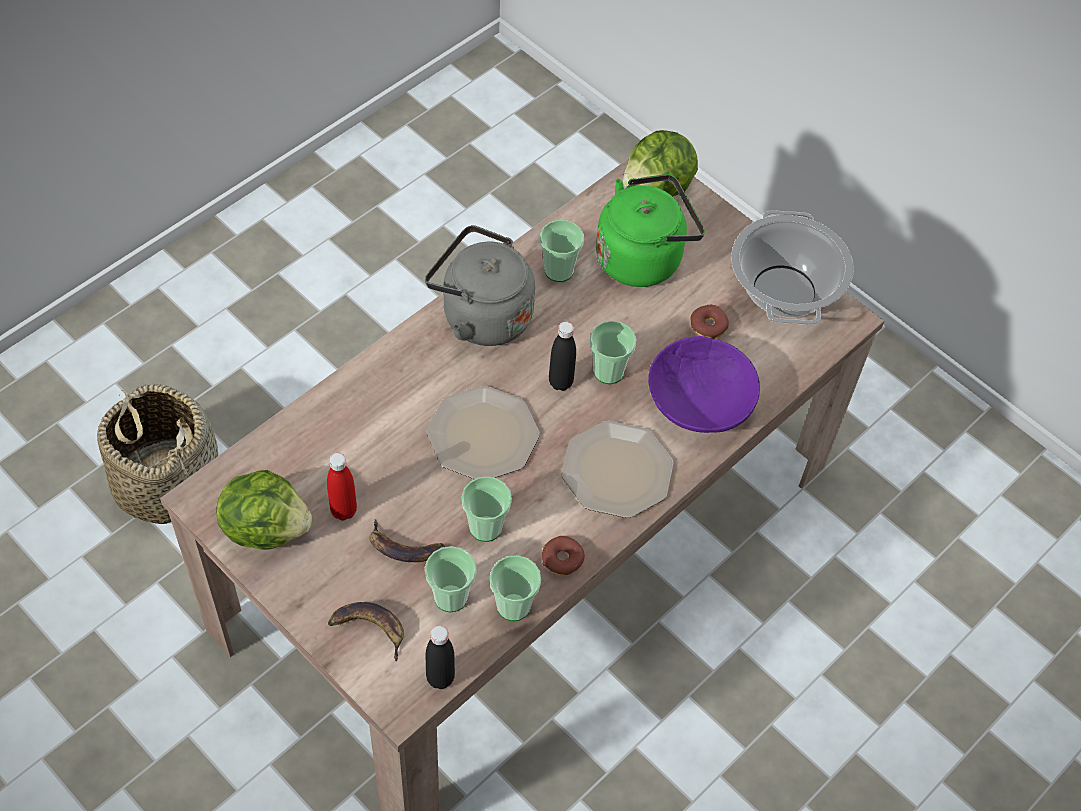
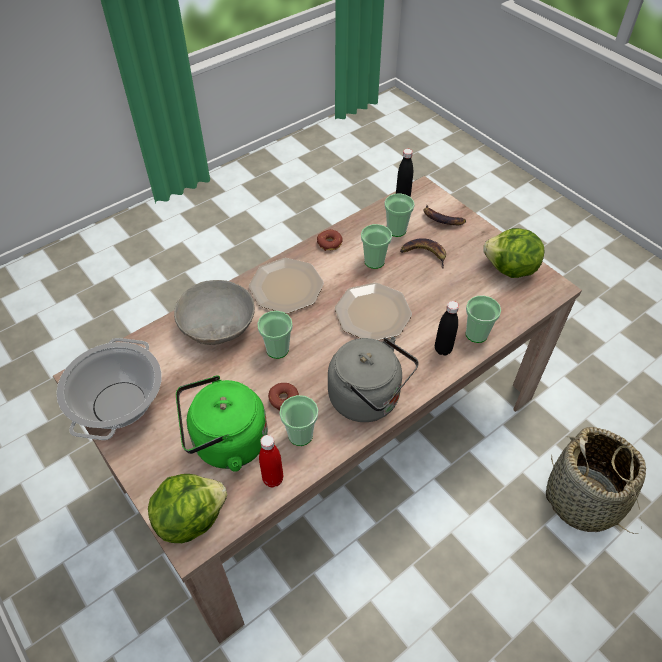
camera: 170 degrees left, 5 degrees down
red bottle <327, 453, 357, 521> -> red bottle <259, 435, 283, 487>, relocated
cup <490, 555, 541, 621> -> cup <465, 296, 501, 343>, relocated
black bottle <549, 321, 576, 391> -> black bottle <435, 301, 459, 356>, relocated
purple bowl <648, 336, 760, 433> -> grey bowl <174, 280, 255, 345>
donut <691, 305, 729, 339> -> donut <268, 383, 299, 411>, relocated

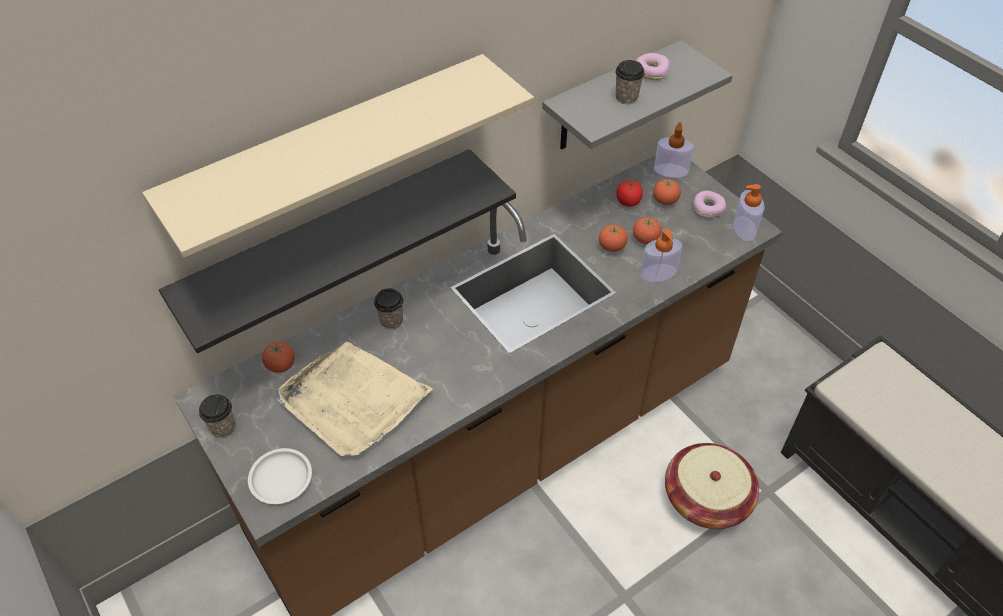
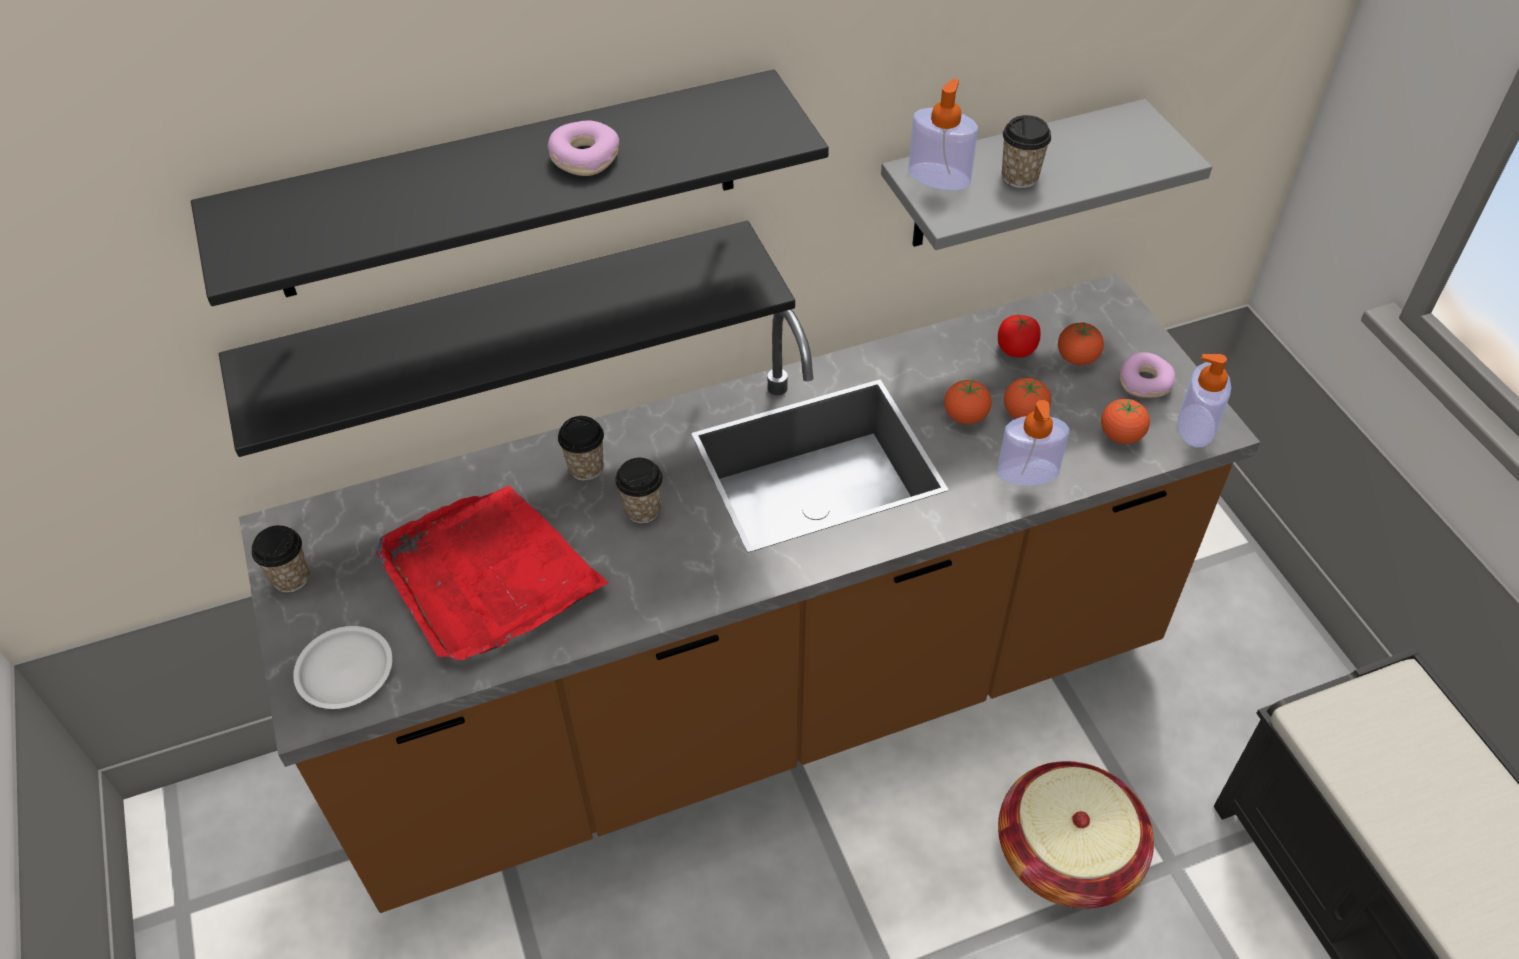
camera: 15 degrees right, 0 degrees up
beige shelf <142, 54, 534, 258> -> black shelf <191, 70, 829, 306>
tomato <262, 342, 295, 373> -> tomato <1101, 398, 1150, 444>, relocated
beige tray <277, 342, 433, 456> -> red tray <376, 486, 608, 660>
donut <636, 53, 670, 80> -> donut <548, 120, 619, 176>, relocated
soap dispenser <654, 122, 694, 178> -> soap dispenser <908, 79, 978, 190>, relocated
none -> cup <615, 458, 663, 523>

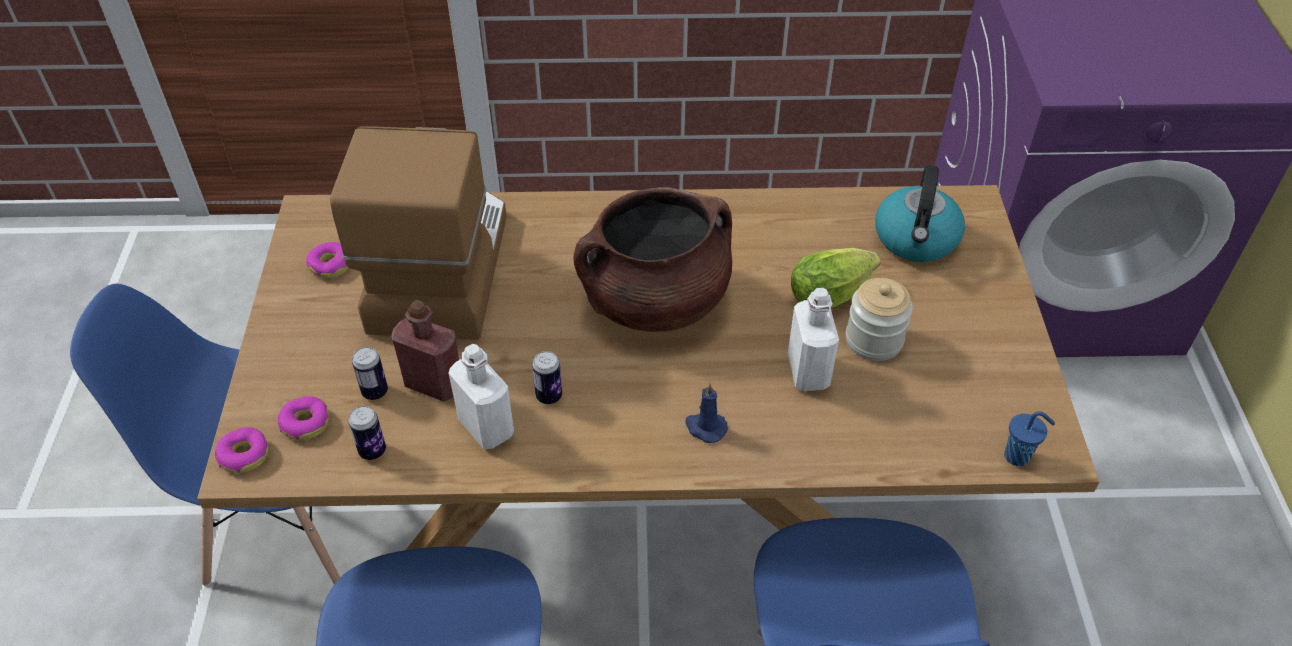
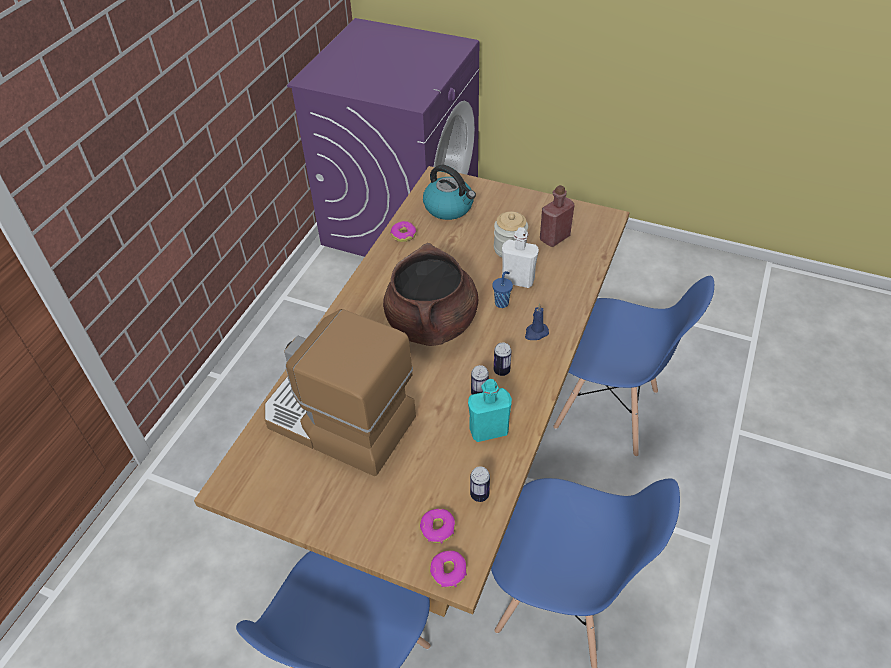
camera: 65 degrees left, 0 degrees up
donut <306, 242, 348, 278> -> donut <391, 221, 416, 242>, relocated
can <352, 347, 388, 400> -> can <494, 342, 511, 376>, relocated
red bottle <391, 300, 459, 402> -> red bottle <540, 185, 574, 247>, relocated
white bottle <449, 344, 514, 449> -> turquoise bottle <468, 379, 512, 442>
lettuce <791, 248, 881, 308> -> none
blue cup <1004, 411, 1055, 466> -> blue cup <493, 271, 513, 308>, relocated

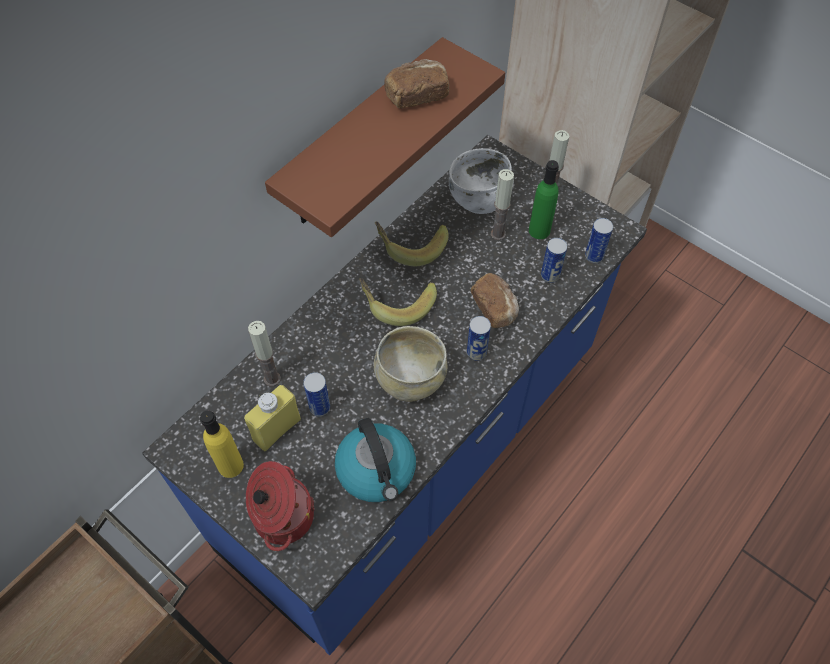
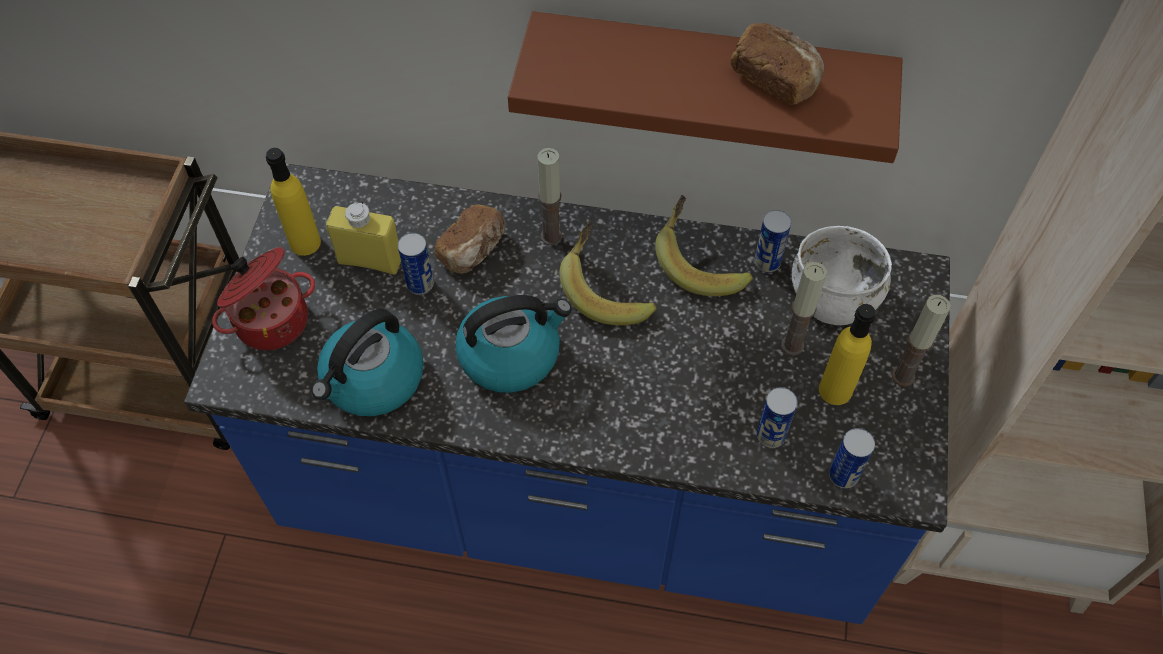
camera: 60 degrees right, 0 degrees up
candle <248, 321, 281, 386> -> candle <537, 148, 562, 245>, relocated
beige bowl <374, 326, 447, 402> -> kettle <455, 295, 572, 393>
can <467, 316, 491, 361> -> can <754, 210, 791, 273>, relocated
bread <471, 273, 519, 328> -> bread <435, 204, 505, 273>, relocated
green bottle <529, 160, 559, 239> -> yellow bottle <819, 304, 876, 405>

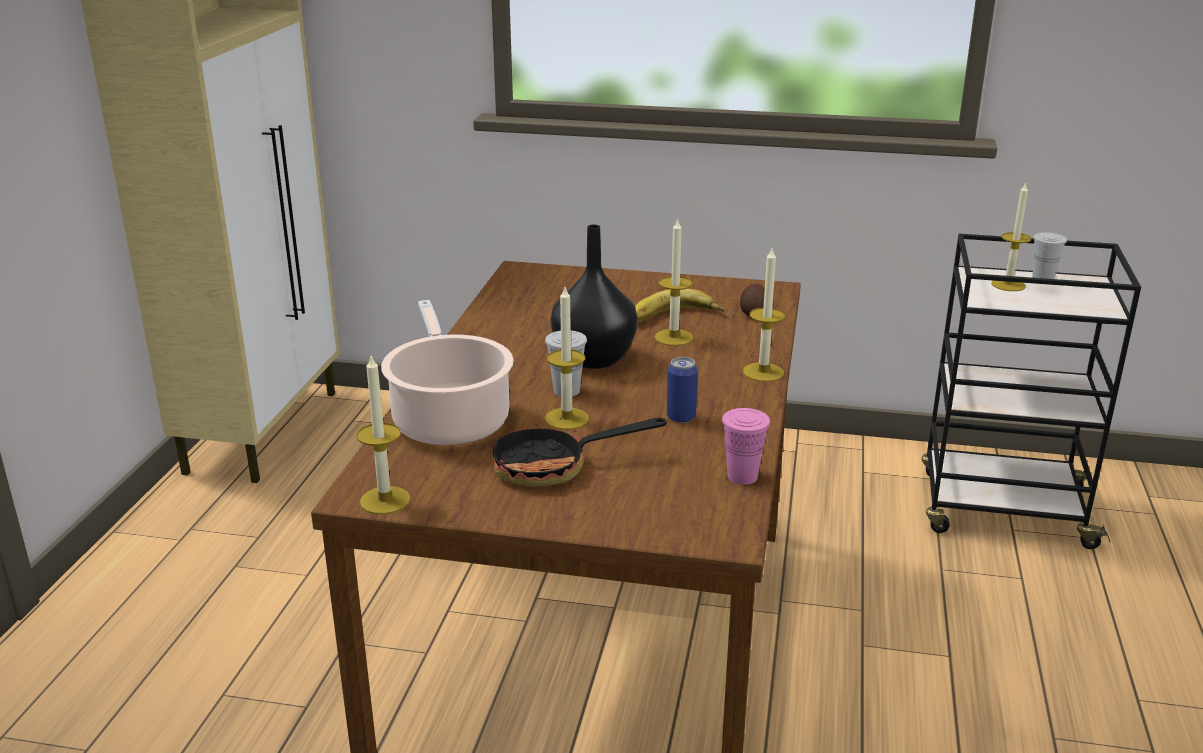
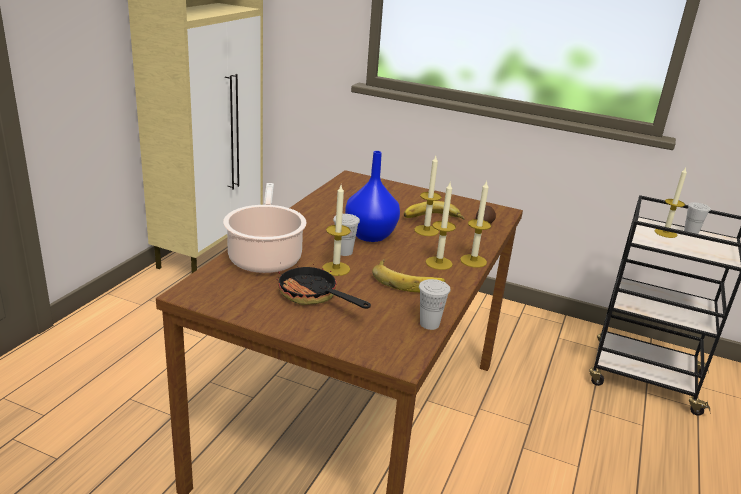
camera: 10 degrees right, 0 degrees up
candle <356, 356, 411, 514> -> candle <426, 183, 456, 270>, relocated
frying pan <493, 409, 667, 487> -> frying pan <276, 264, 371, 309>, 45 degrees clockwise
black vase <550, 225, 637, 369> -> blue vase <345, 151, 400, 242>
can <667, 357, 698, 423> -> banana <372, 259, 445, 292>
pink cup <722, 408, 770, 485> -> white cup <419, 279, 450, 330>

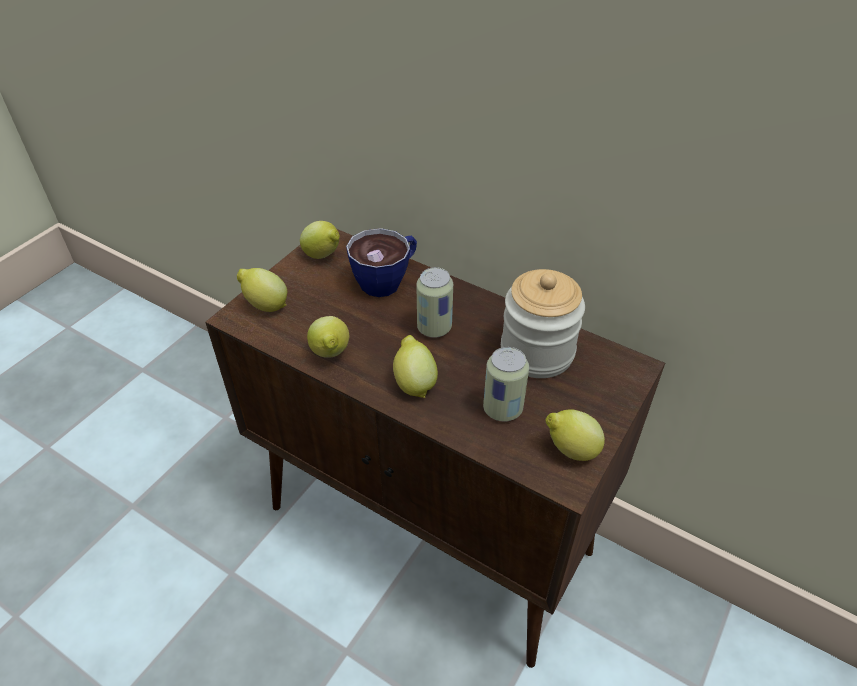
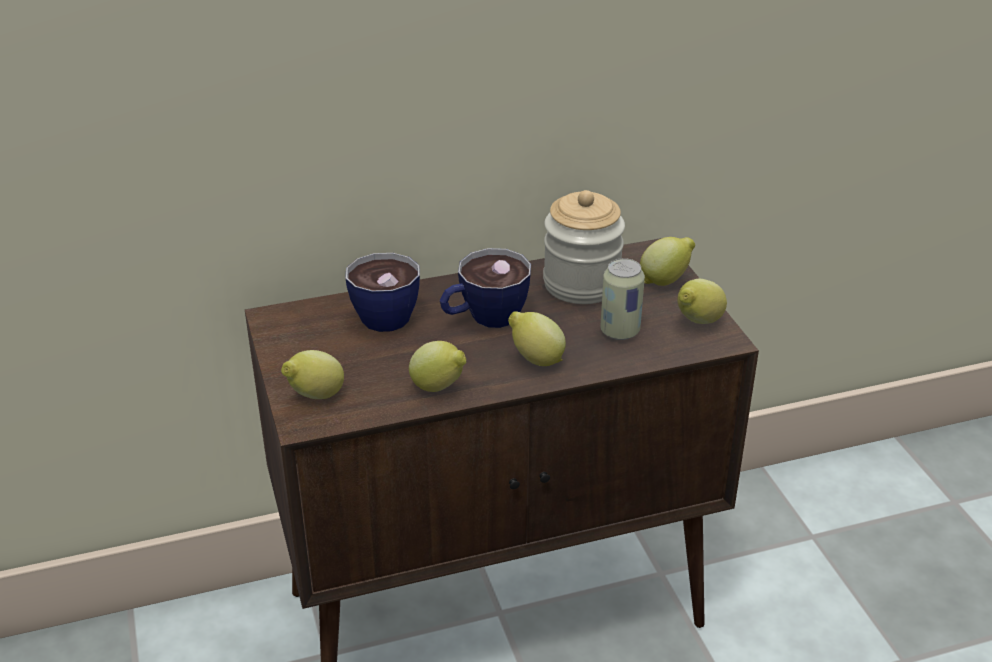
camera: 50 degrees left, 10 degrees down
lemon <300, 221, 340, 259> -> lemon <640, 237, 695, 286>, relocated
can <416, 267, 453, 338> -> cup <440, 248, 531, 328>

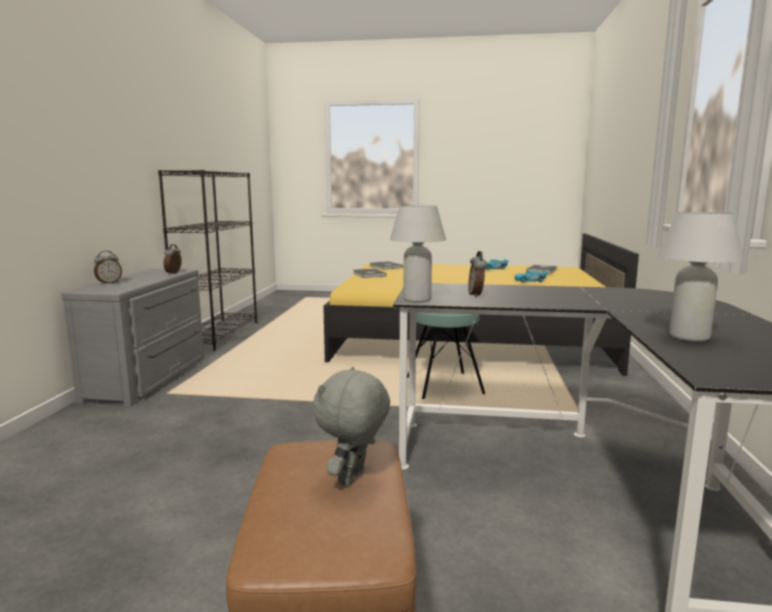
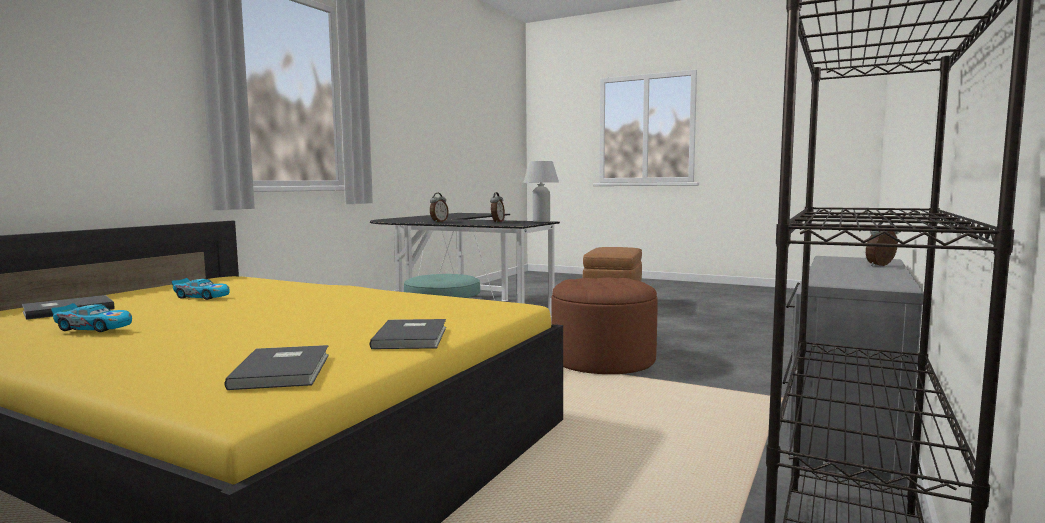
camera: 160 degrees left, 5 degrees down
alarm clock <163, 244, 182, 275> -> alarm clock <430, 193, 448, 222>, relocated
grey plush toy <313, 367, 390, 487> -> none
white table lamp <657, 212, 744, 342> -> none
none -> brown ottoman <551, 278, 658, 374>

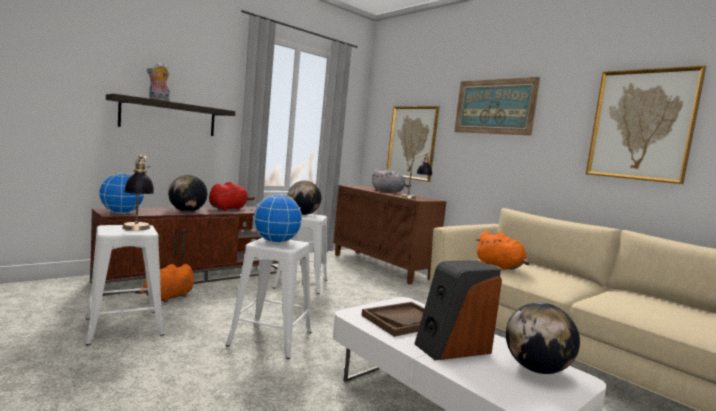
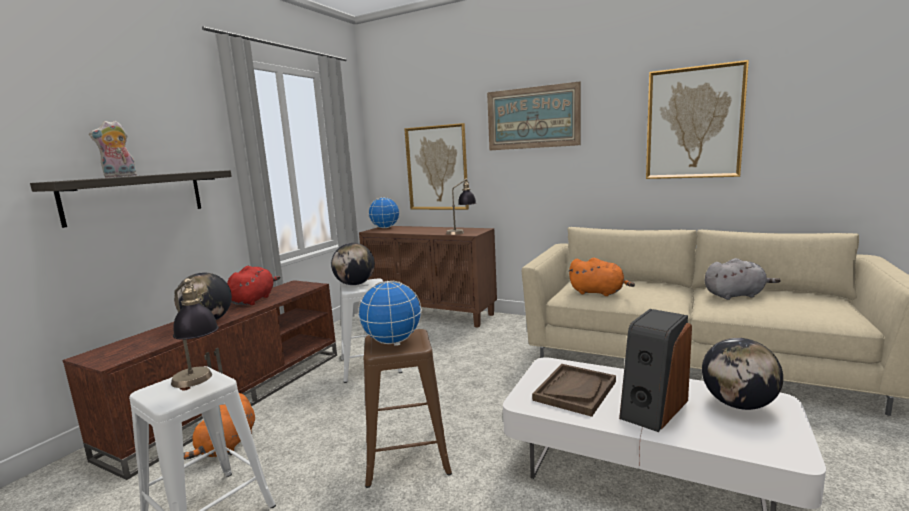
camera: 20 degrees left, 5 degrees up
globe <98, 173, 145, 214> -> globe <368, 197, 400, 228>, relocated
white stool <226, 238, 312, 359> -> brown stool <363, 329, 452, 488>
grey plush toy <372, 168, 411, 193> -> grey plush toy <705, 258, 781, 300>, relocated

